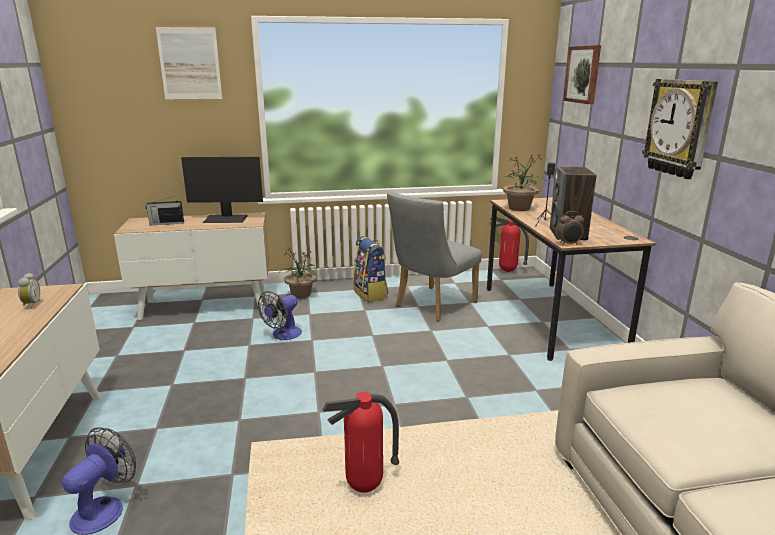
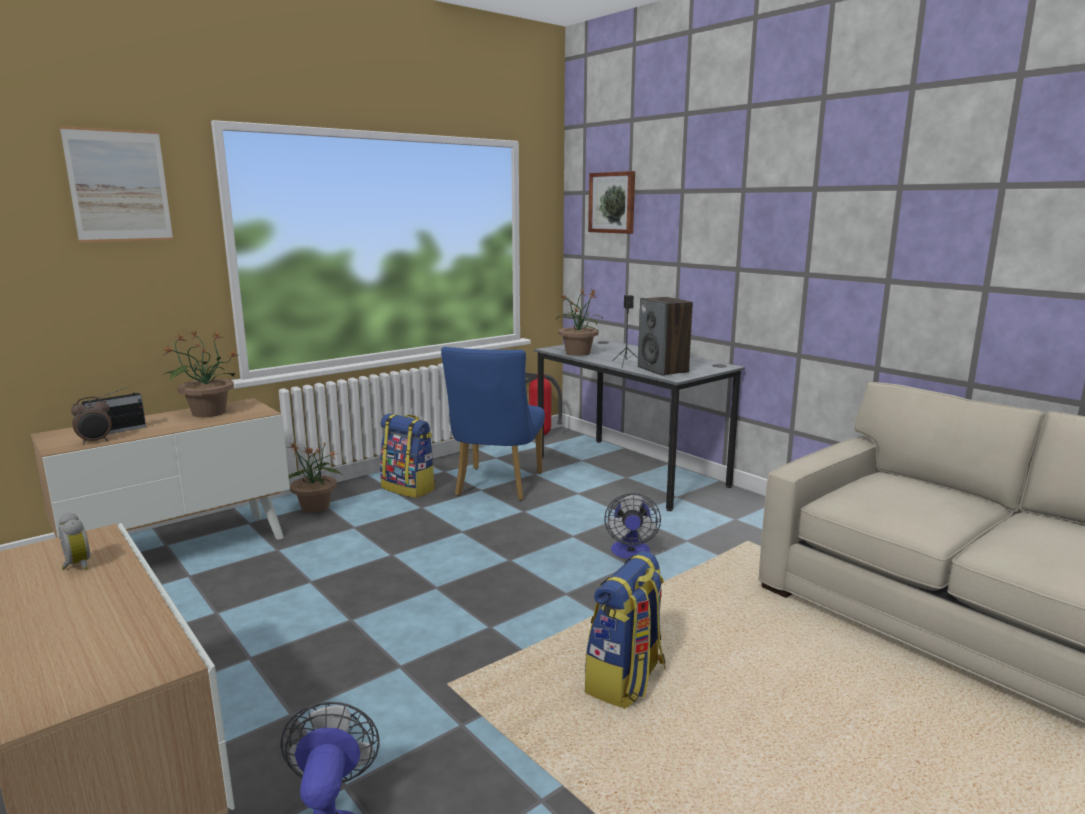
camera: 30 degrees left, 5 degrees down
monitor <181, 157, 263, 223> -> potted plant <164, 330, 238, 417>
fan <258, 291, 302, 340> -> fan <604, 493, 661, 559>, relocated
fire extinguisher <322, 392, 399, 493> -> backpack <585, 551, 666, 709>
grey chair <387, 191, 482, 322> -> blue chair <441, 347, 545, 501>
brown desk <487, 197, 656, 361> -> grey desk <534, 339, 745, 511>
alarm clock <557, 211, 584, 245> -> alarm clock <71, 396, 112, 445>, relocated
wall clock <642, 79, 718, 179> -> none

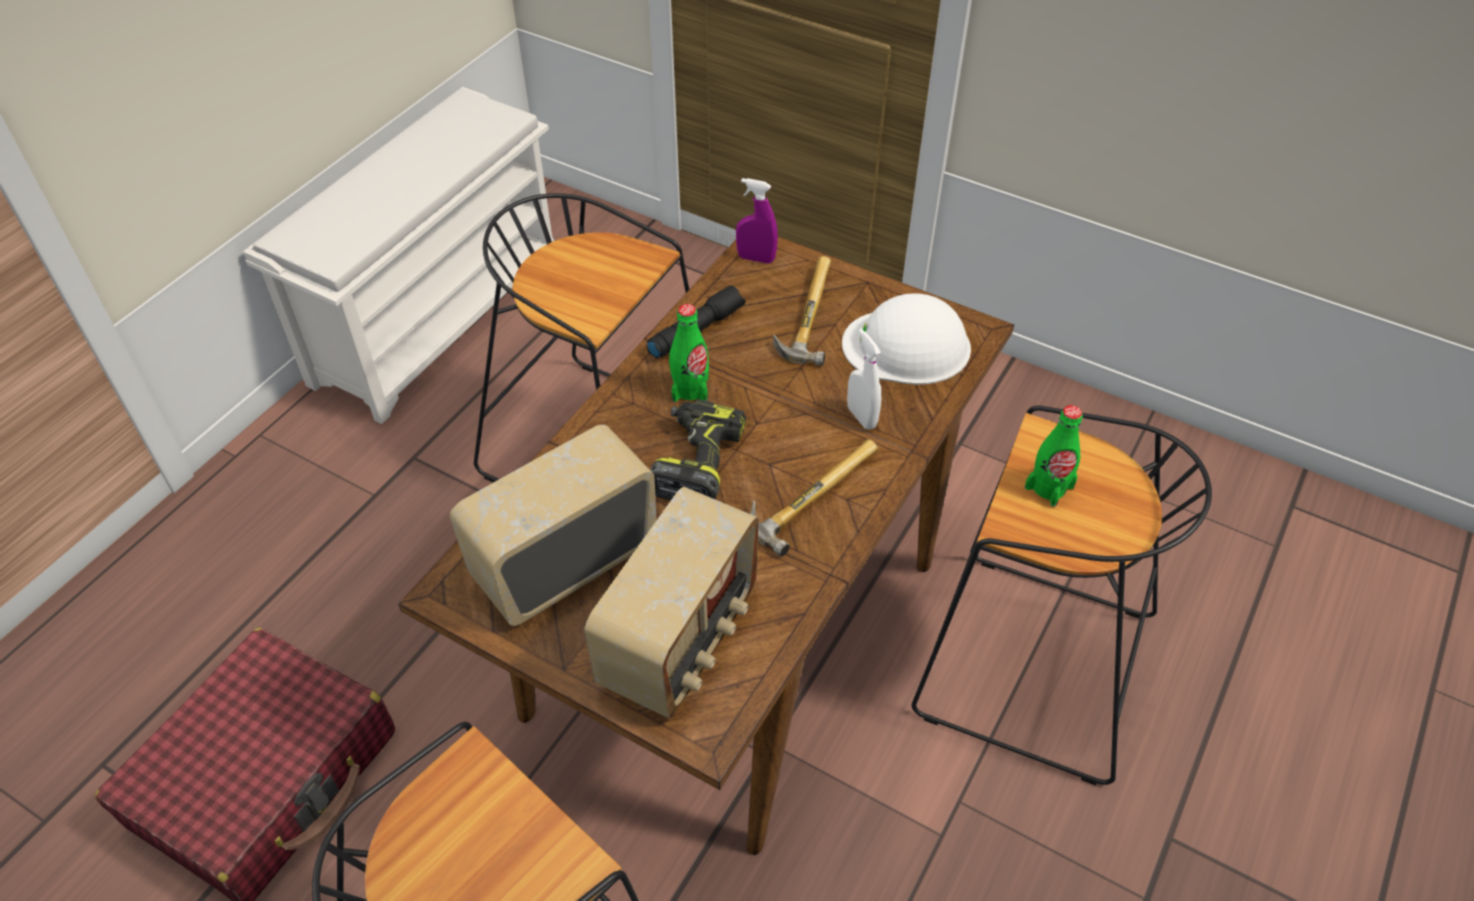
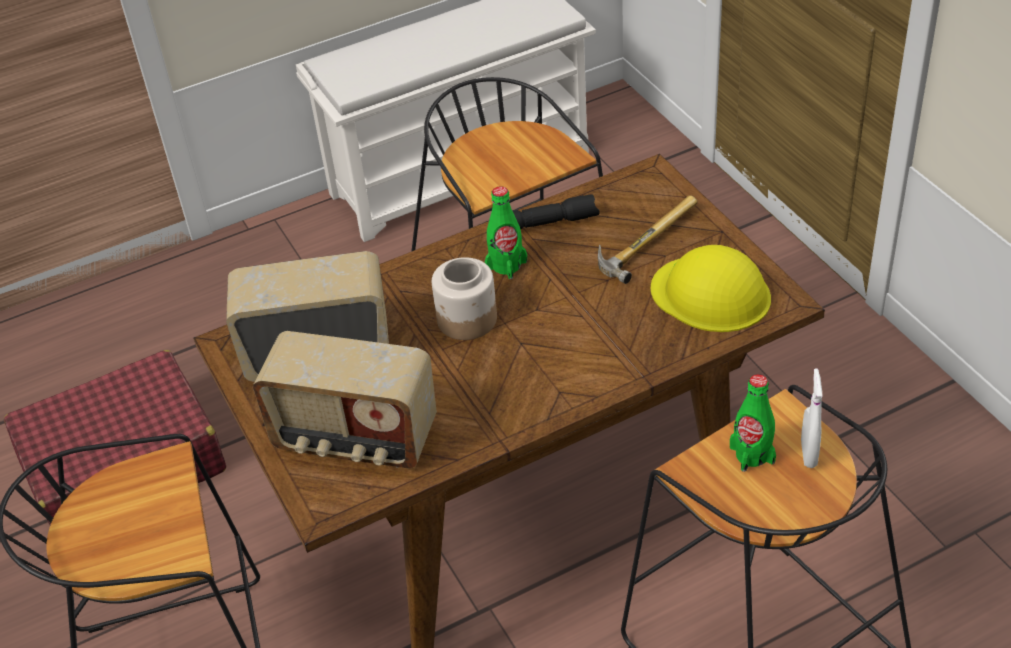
camera: 35 degrees right, 5 degrees down
radio <584, 487, 759, 719> -> radio <253, 331, 437, 468>, 45 degrees clockwise
power drill <651, 399, 746, 500> -> jar <432, 257, 497, 340>
purple spray bottle <736, 178, 778, 264> -> none
hammer <751, 439, 878, 557> -> none
white hard hat <842, 293, 971, 385> -> yellow hard hat <651, 245, 771, 332>
white spray bottle <847, 329, 881, 430> -> white spray bottle <801, 368, 822, 468>, relocated

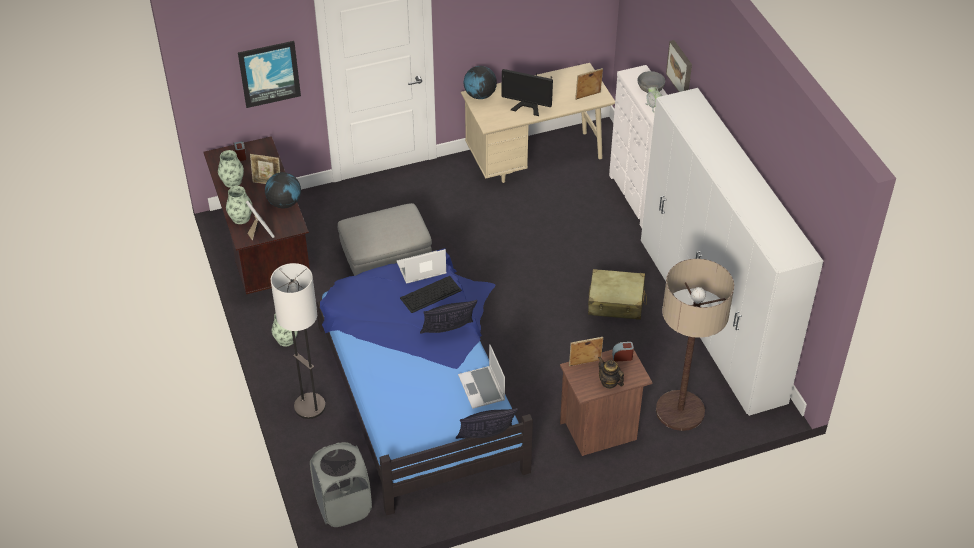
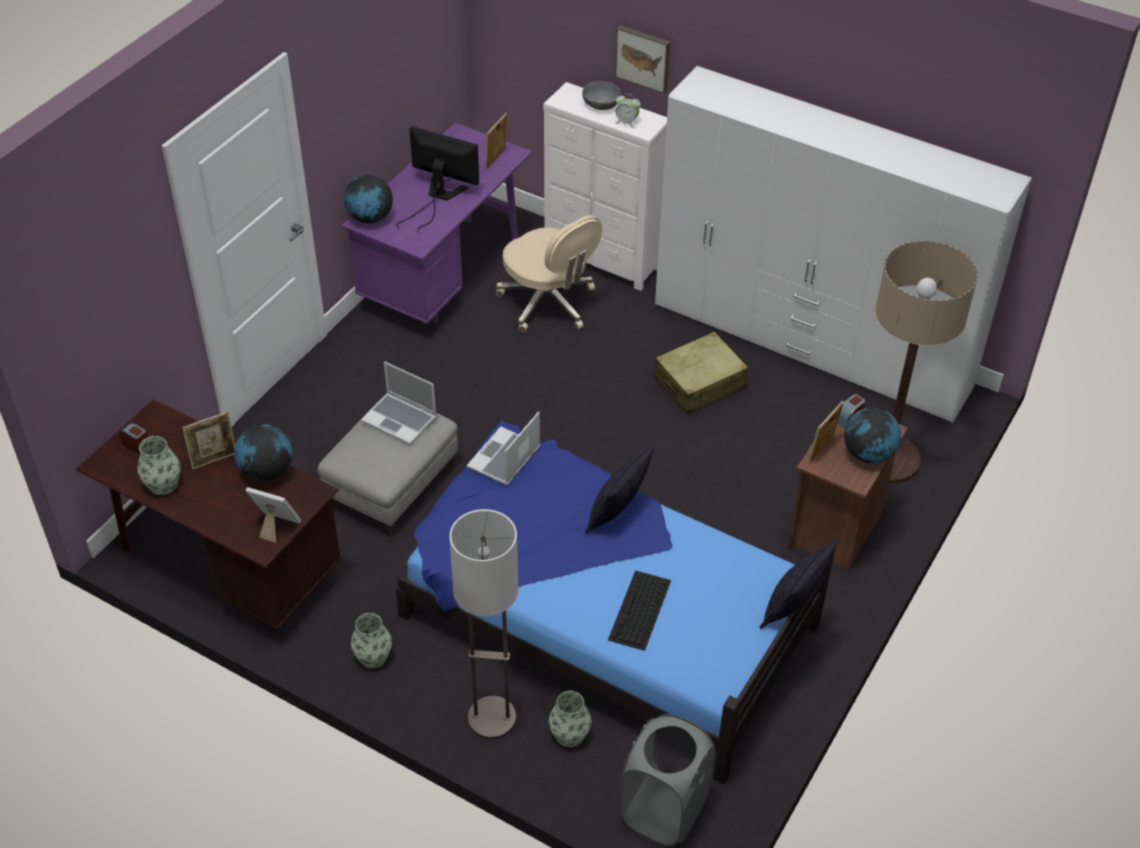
camera: 40 degrees left, 0 degrees up
vase <226, 186, 253, 224> -> vase <549, 691, 591, 747>, relocated
picture <238, 41, 301, 108> -> none
keyboard <400, 276, 462, 313> -> keyboard <608, 570, 671, 651>, relocated
laptop <458, 344, 505, 409> -> laptop <361, 361, 437, 445>, relocated
beige desk <461, 63, 615, 183> -> purple desk <342, 123, 533, 324>
monitor <502, 69, 553, 116> -> monitor <396, 126, 479, 232>, 135 degrees counterclockwise
teapot <598, 357, 624, 389> -> globe <844, 407, 901, 463>
none -> beige office chair <496, 215, 602, 332>

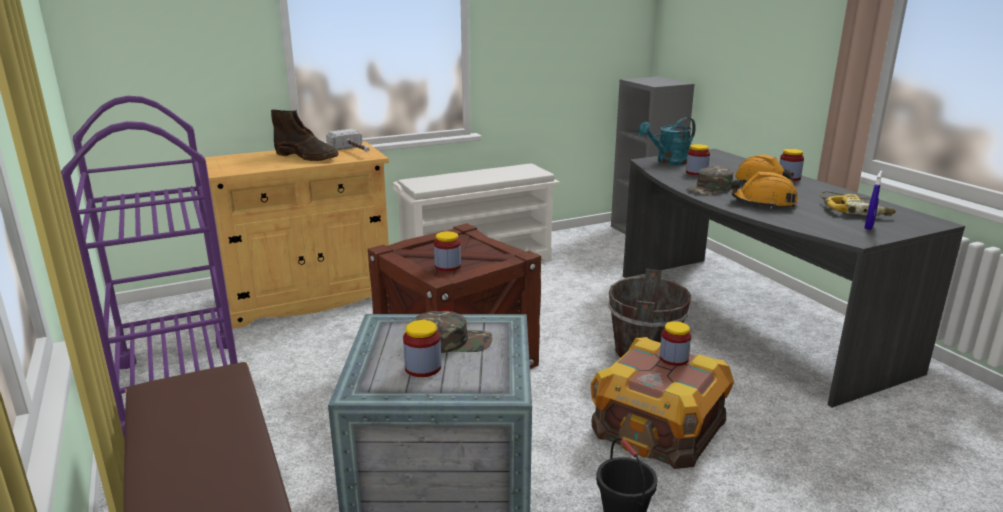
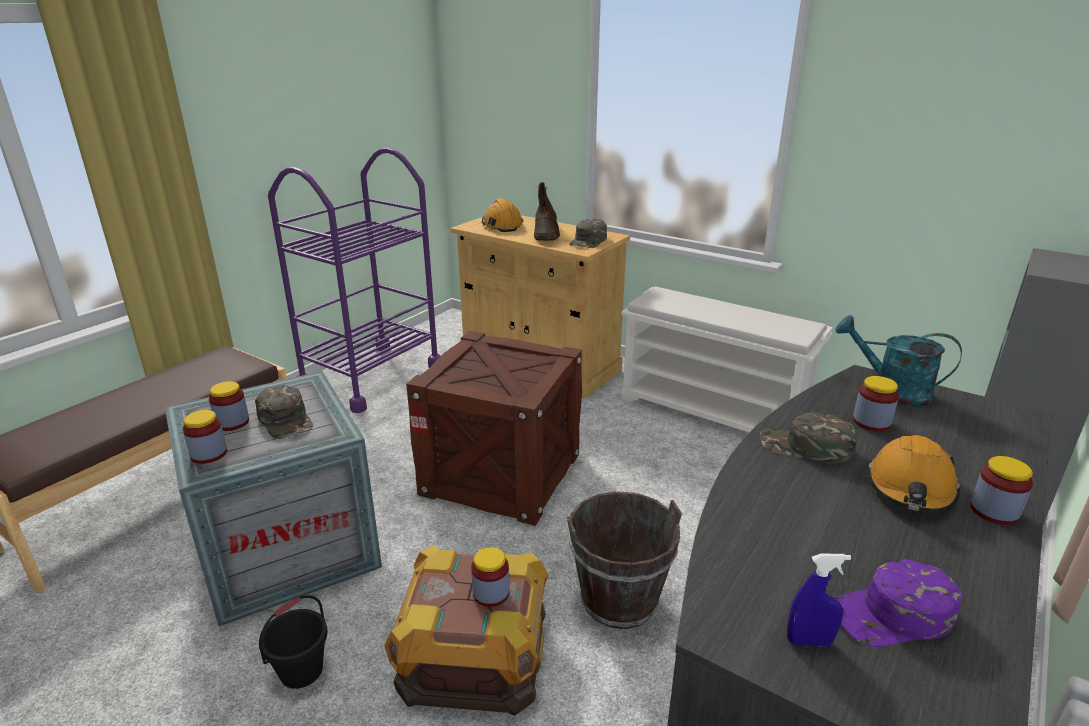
camera: 60 degrees right, 5 degrees up
hammer <326, 129, 370, 152> -> green cap <569, 219, 607, 248>
jar <434, 231, 461, 271> -> jar <183, 410, 227, 464>, relocated
orange hard hat <731, 172, 798, 209> -> orange hard hat <482, 198, 524, 232>, relocated
power drill <820, 191, 896, 216> -> purple cap <834, 559, 962, 647>

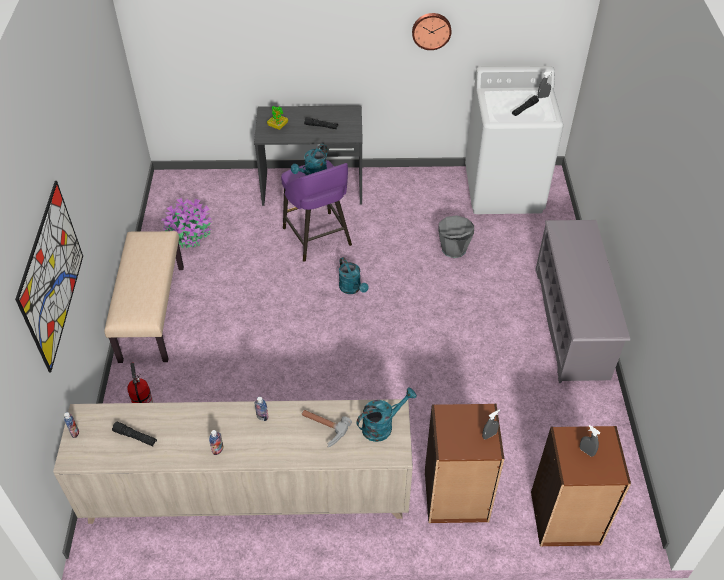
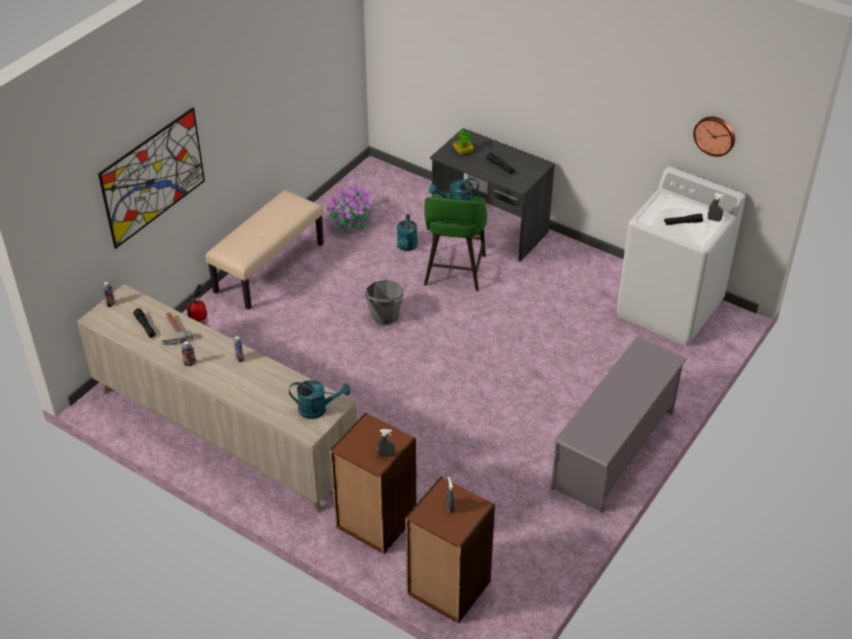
camera: 35 degrees right, 5 degrees down
purple stool <281, 160, 352, 262> -> green stool <424, 193, 487, 291>
hammer <302, 410, 352, 447> -> hammer <161, 312, 193, 345>, relocated
turquoise watering can <339, 257, 368, 294> -> turquoise watering can <397, 214, 418, 251>, relocated
wall clock <412, 13, 451, 50> -> wall clock <693, 116, 735, 157>, relocated
grey bucket <438, 215, 474, 258> -> grey bucket <365, 280, 404, 325>, relocated

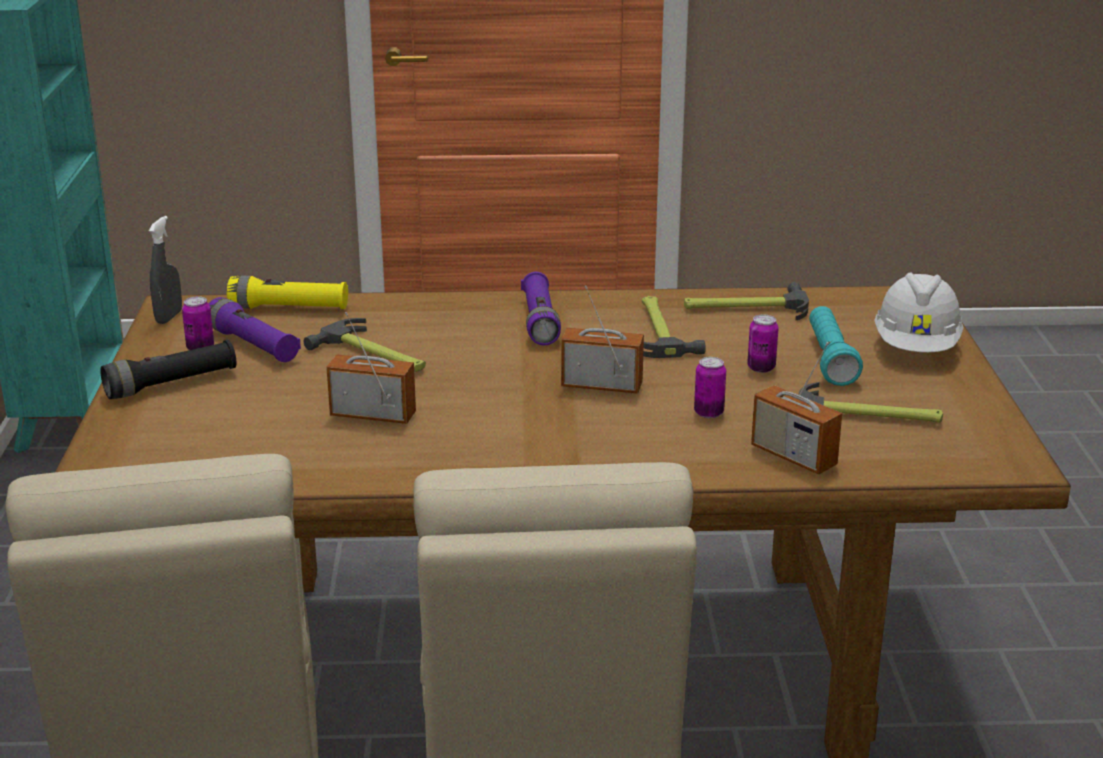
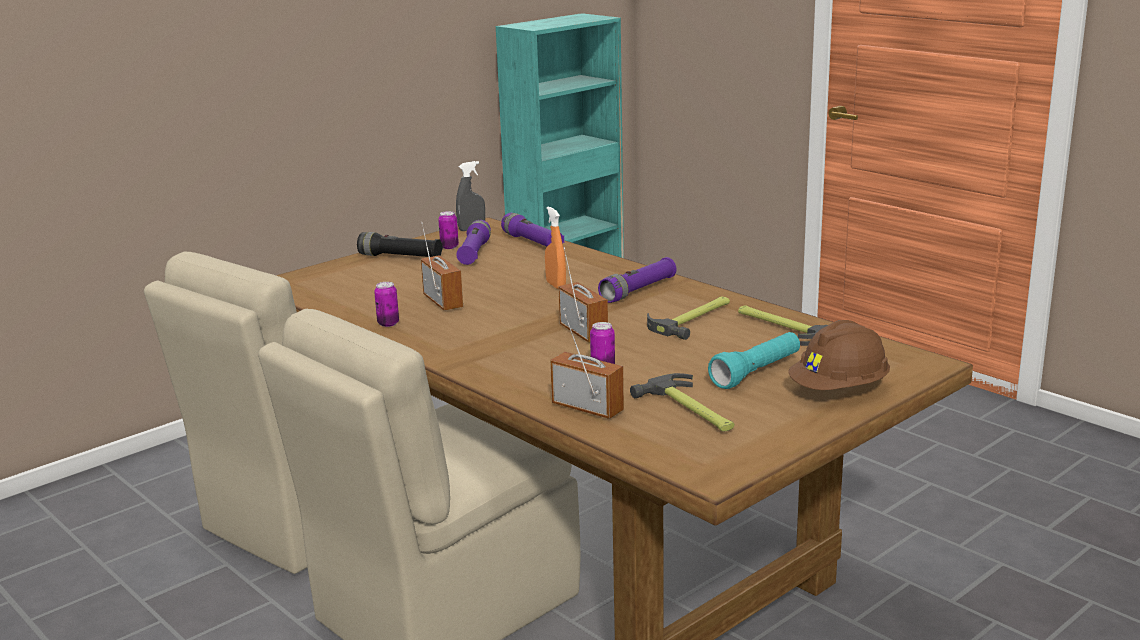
camera: 50 degrees right, 5 degrees down
yellow flashlight <227, 275, 348, 309> -> purple flashlight <501, 213, 564, 247>
hammer <304, 318, 426, 372> -> none
can <747, 314, 779, 373> -> can <374, 282, 399, 327>, relocated
radio <751, 342, 842, 474> -> radio <550, 314, 624, 419>, 120 degrees clockwise
white hard hat <874, 272, 964, 352> -> brown hard hat <788, 320, 890, 390>
none -> orange spray bottle <545, 206, 566, 289>

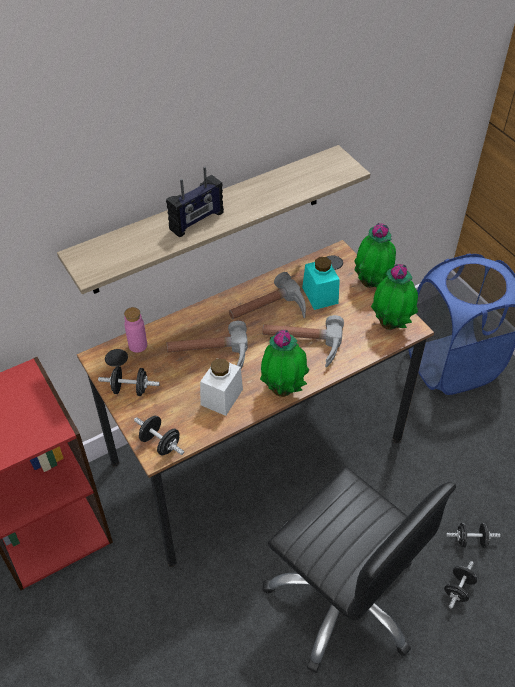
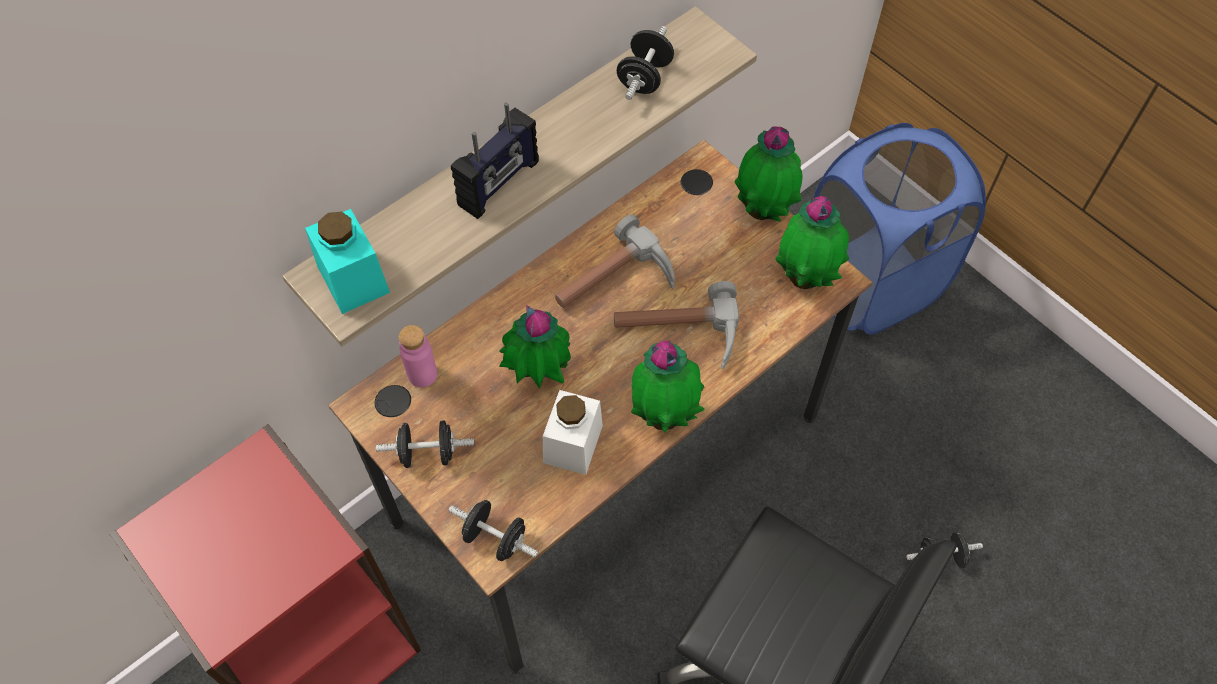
camera: 10 degrees left, 10 degrees up
hammer <167, 321, 248, 369> -> potted plant <499, 305, 571, 389>
turquoise jar <302, 257, 340, 310> -> turquoise jar <305, 209, 390, 314>, relocated
black dumbbell <444, 561, 477, 609> -> black dumbbell <617, 26, 674, 100>, relocated

